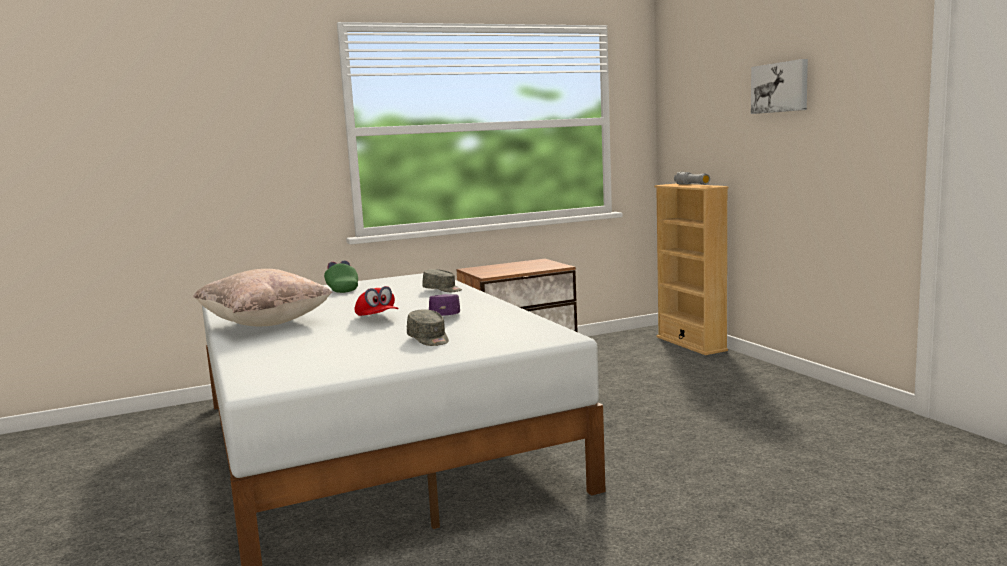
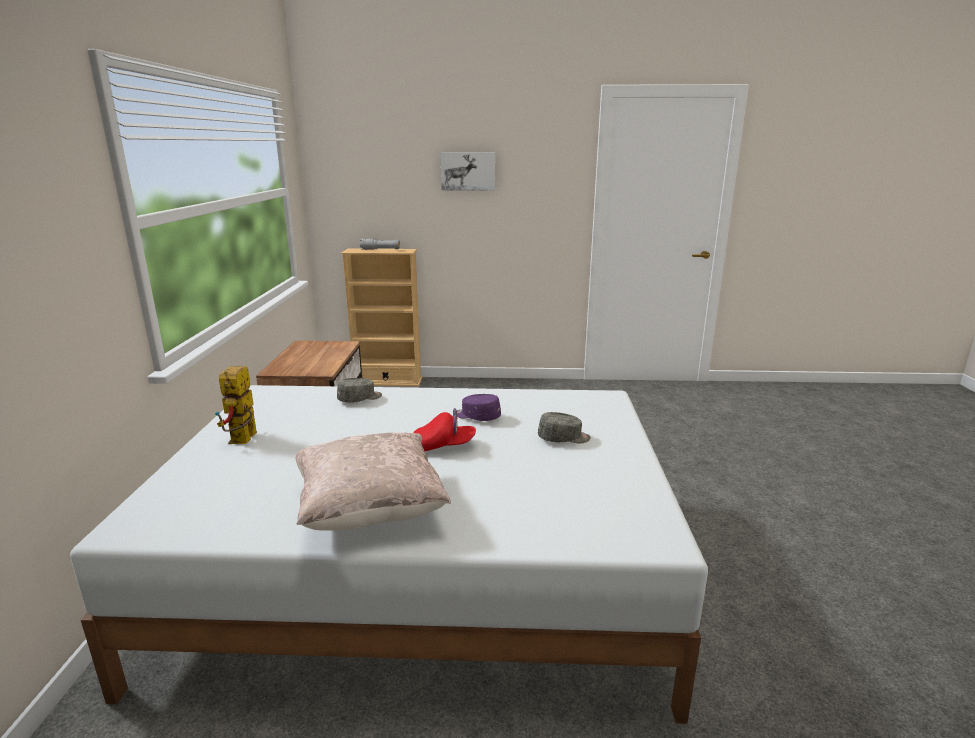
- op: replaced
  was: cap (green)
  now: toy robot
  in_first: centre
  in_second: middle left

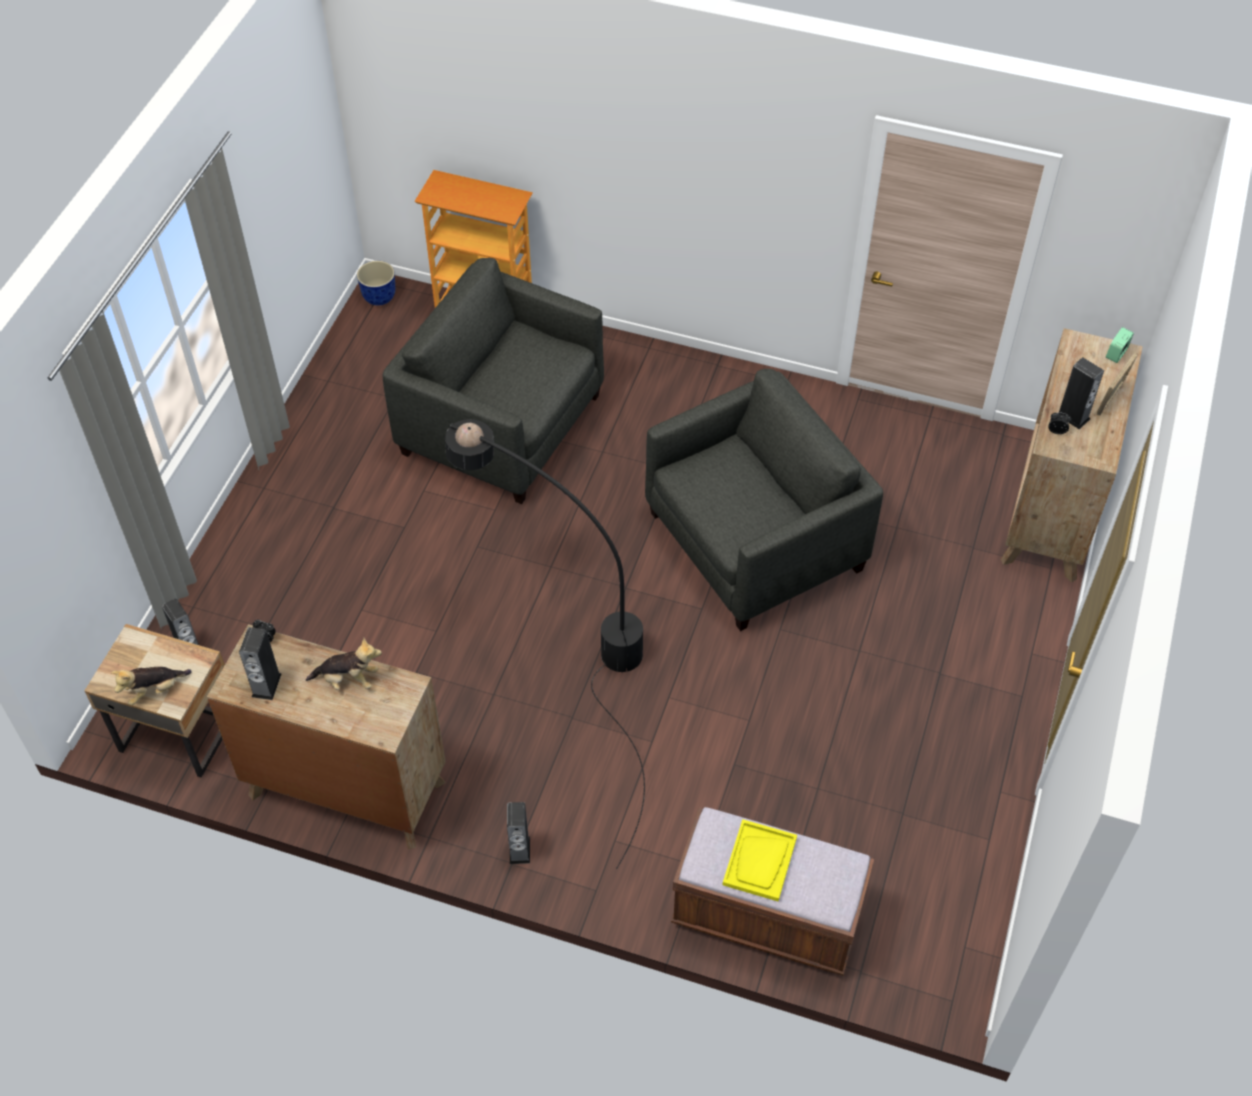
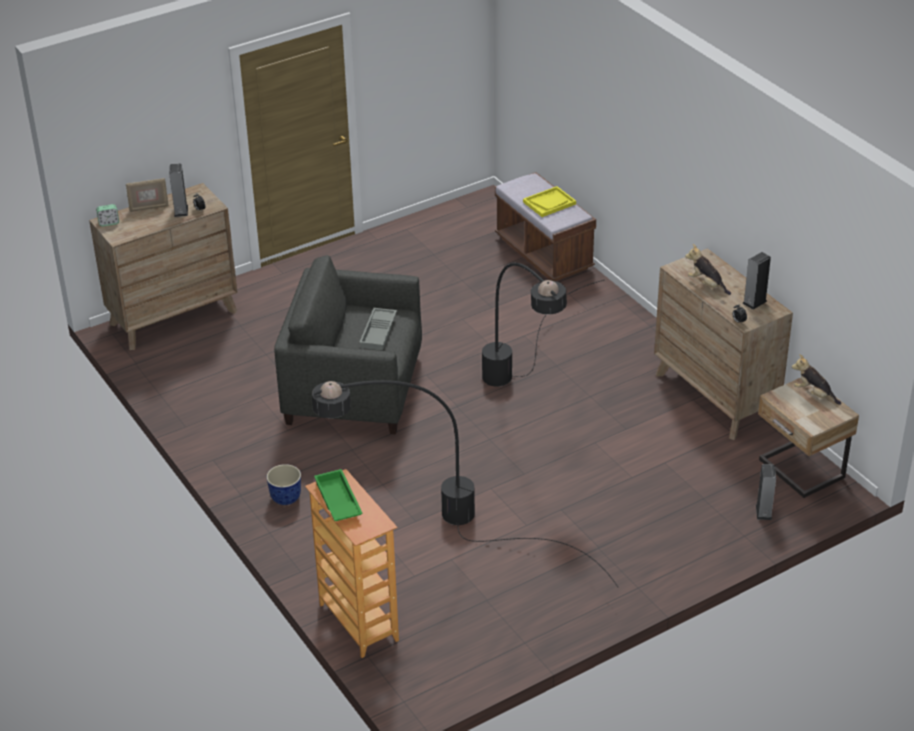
- op: turned
  was: plush toy (1st from left in the first image)
  in_first: middle left
  in_second: middle right
  clockwise: -150
- op: moved
  was: planter
  in_first: top left
  in_second: middle left
- op: replaced
  was: armchair (grey) (1st from left)
  now: floor lamp (black) (1st from left)
  in_first: centre
  in_second: centre
- op: removed
  was: speaker (3rd from left)
  in_first: bottom centre
- op: added
  now: tray (green)
  in_second: bottom centre
- op: added
  now: tray (grey)
  in_second: centre

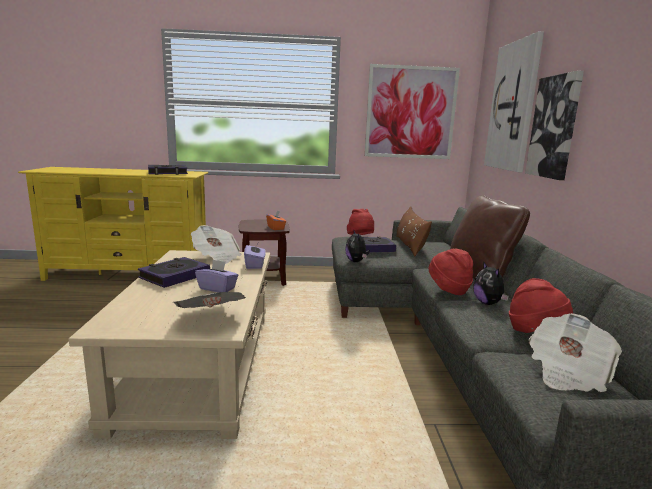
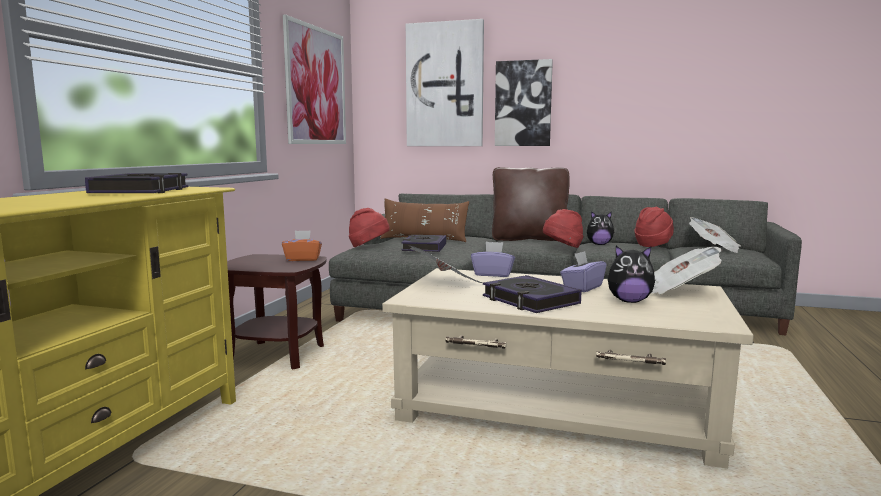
- op: moved
  was: plush toy (1st from left in the first image)
  now: plush toy (2nd from left)
  in_first: centre
  in_second: middle right

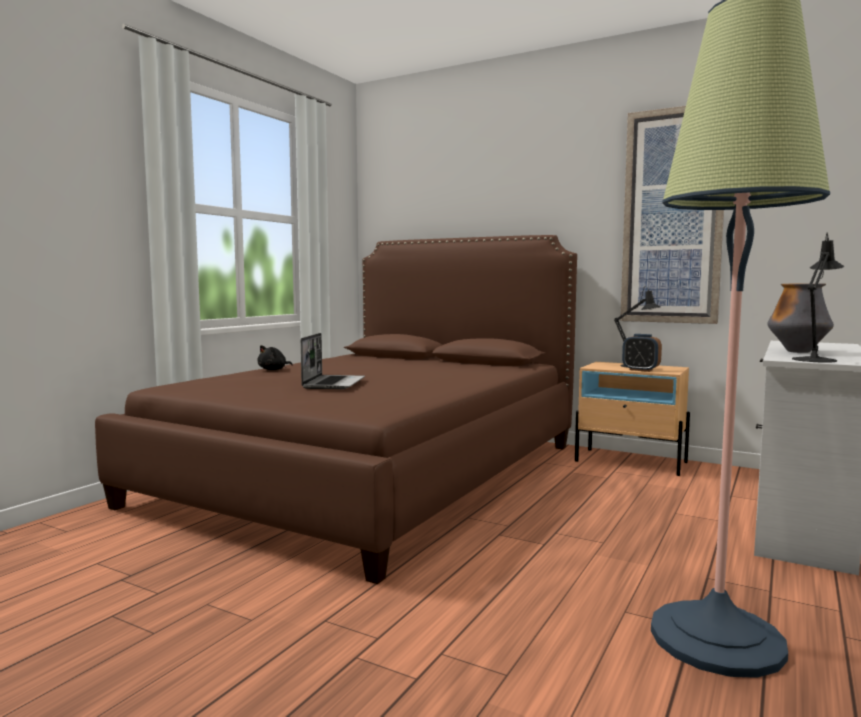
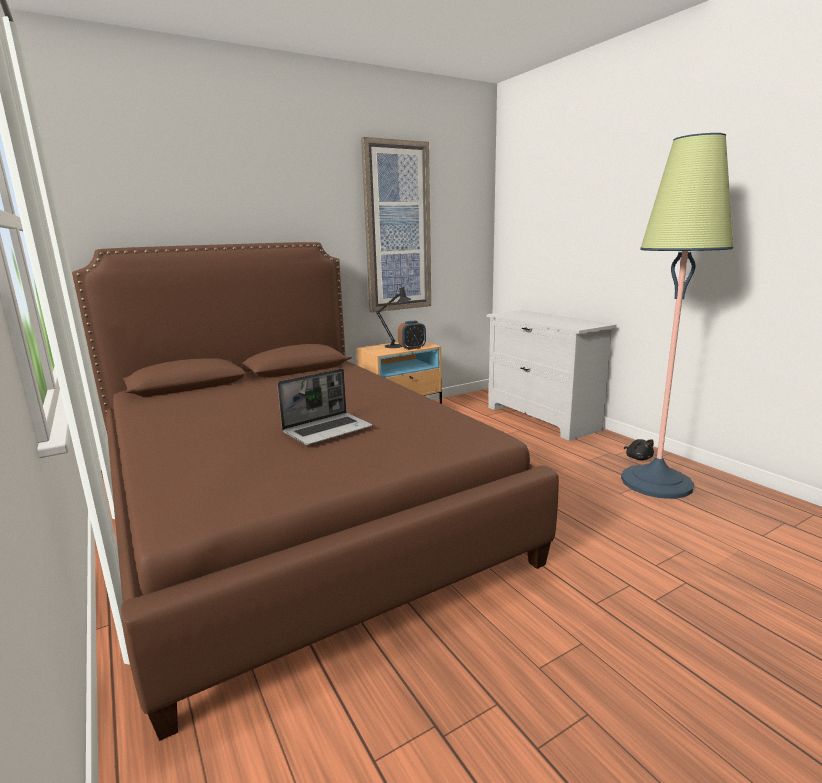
- op: moved
  was: plush toy (black)
  in_first: middle left
  in_second: middle right
- op: turned
  was: laptop
  in_first: centre
  in_second: centre
  clockwise: 105
- op: removed
  was: vase
  in_first: middle right
- op: removed
  was: table lamp (black) (2nd from left)
  in_first: middle right

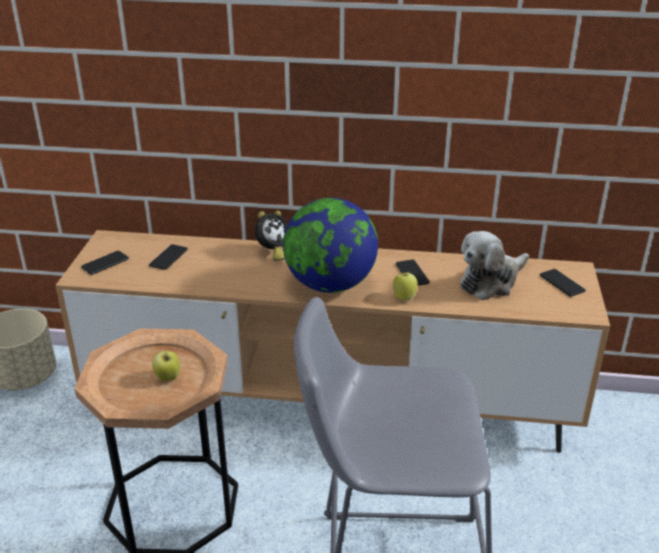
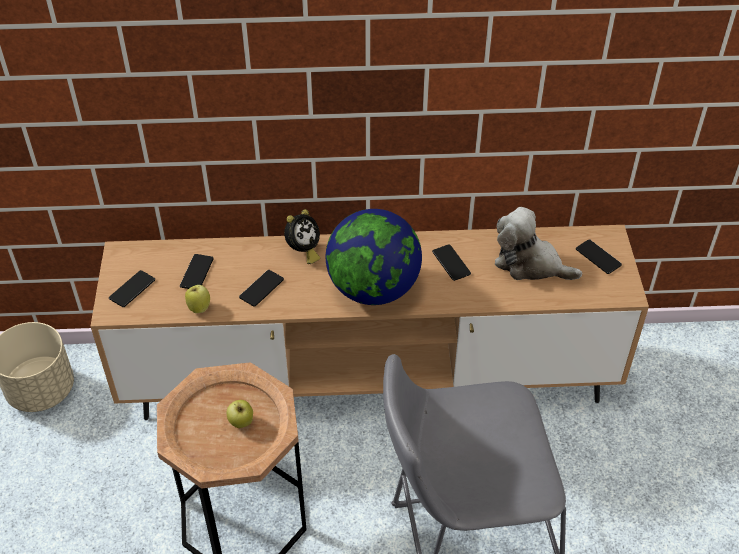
- op: moved
  was: apple (2nd from left in the first image)
  now: apple (1st from left)
  in_first: centre
  in_second: middle left
- op: turned
  was: plush toy
  in_first: middle right
  in_second: middle right
  clockwise: 75
- op: added
  now: phone (3rd from left)
  in_second: centre

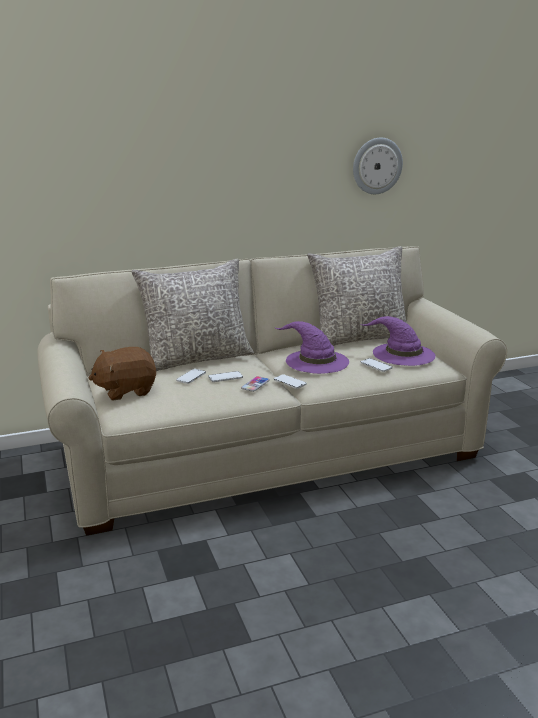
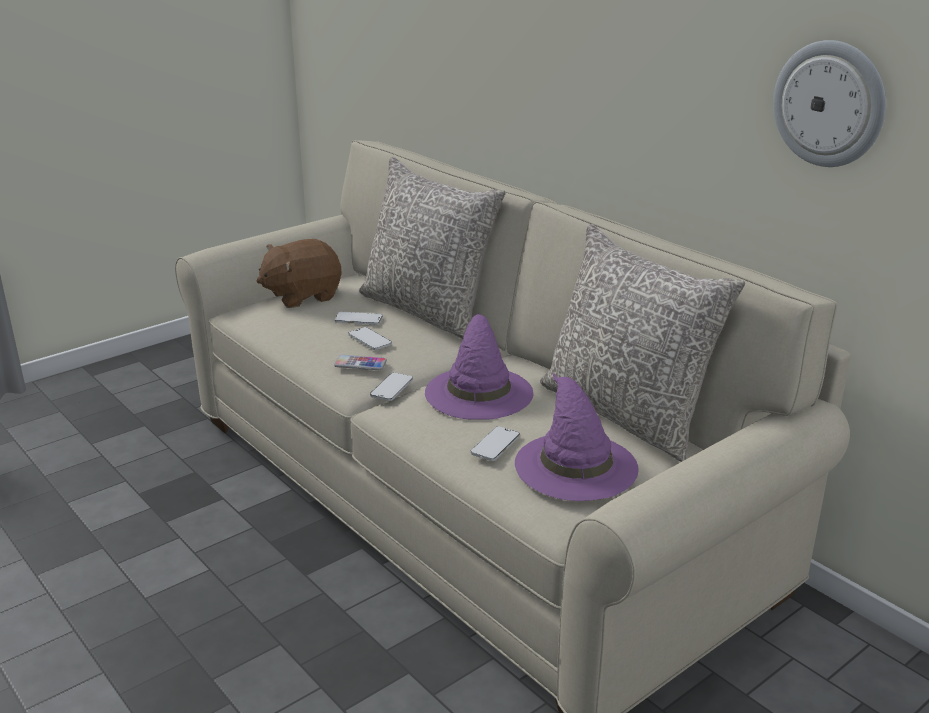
- op: turned
  was: plush toy (brown)
  in_first: middle left
  in_second: middle left
  clockwise: -75

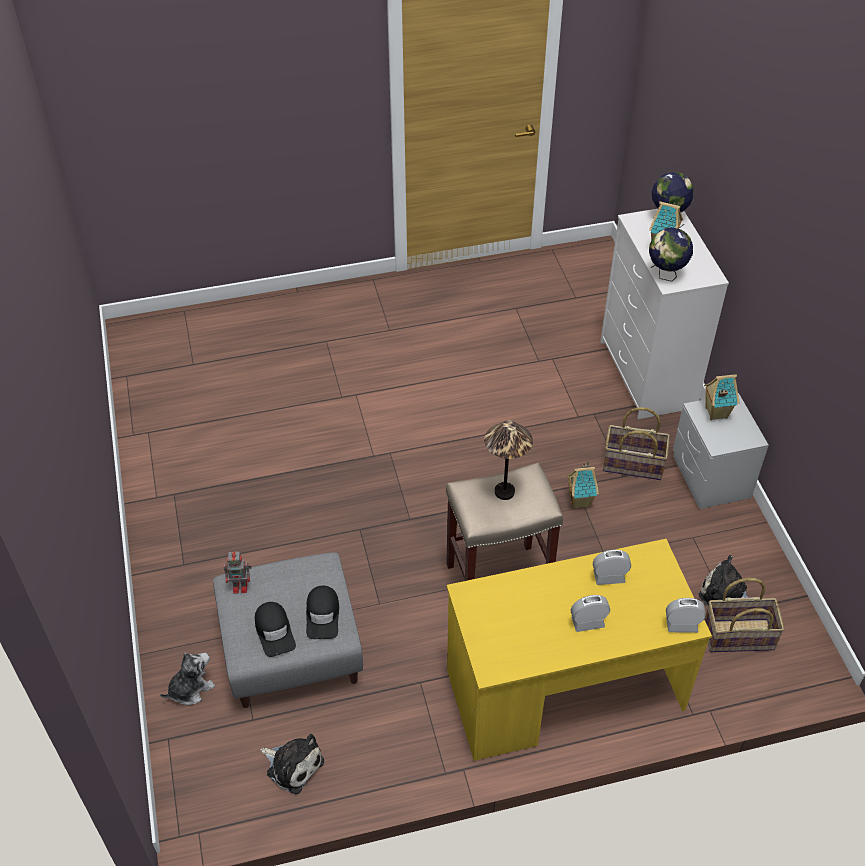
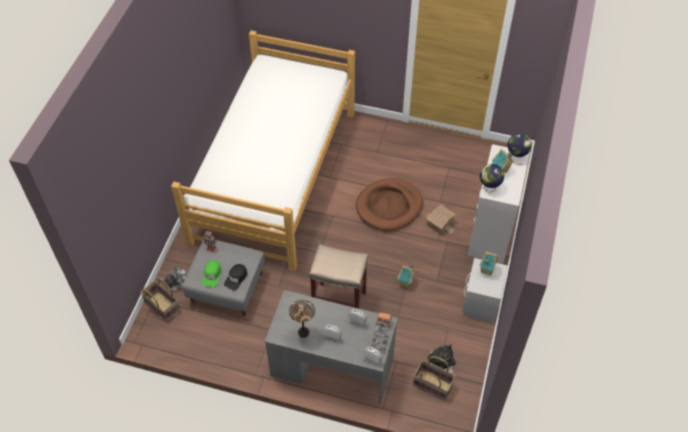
- op: recoloured
  was: cap (black) (1st from left)
  now: cap (green)
  in_first: bottom left
  in_second: middle left
- op: removed
  was: plush toy (2nd from left)
  in_first: bottom centre
- op: recoloured
  was: desk (yellow)
  now: desk (grey)
  in_first: bottom right
  in_second: bottom centre
- op: moved
  was: table lamp
  in_first: centre
  in_second: bottom centre
- op: moved
  was: basket (1st from left)
  in_first: middle right
  in_second: bottom left
- op: added
  now: bed
  in_second: centre
- op: added
  now: dog bed (brown)
  in_second: centre
- op: added
  now: toy truck
  in_second: bottom centre
- op: added
  now: toy house (2nd from left)
  in_second: centre

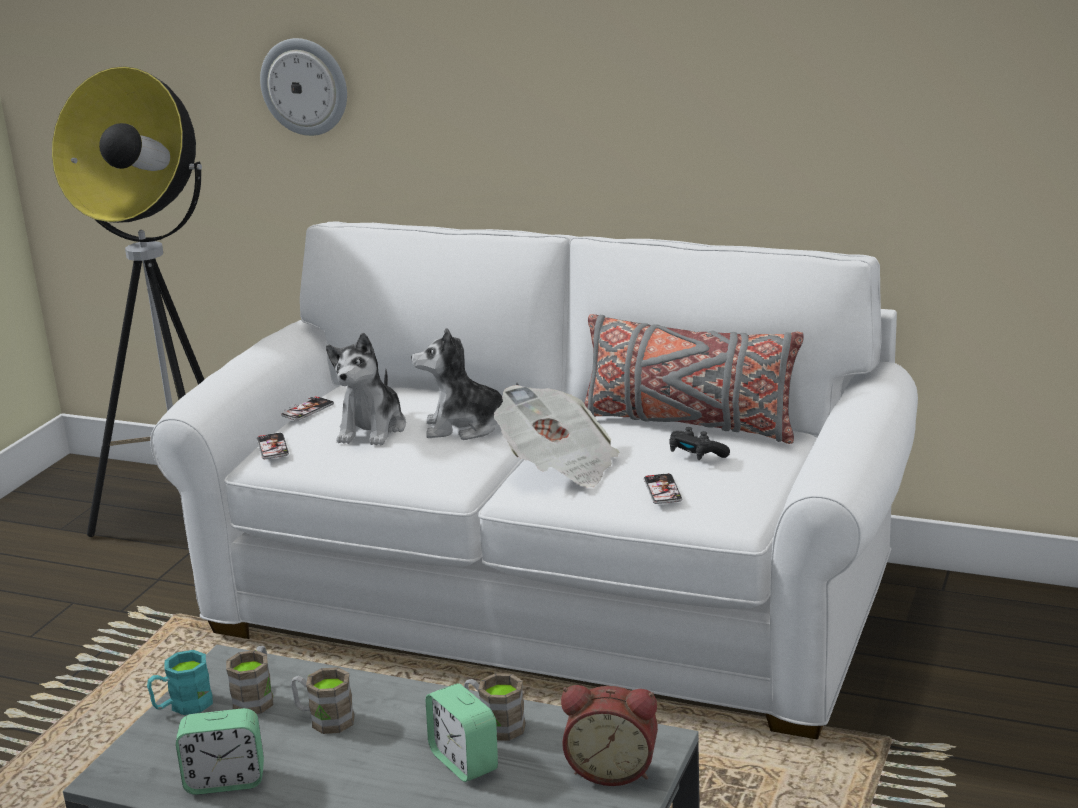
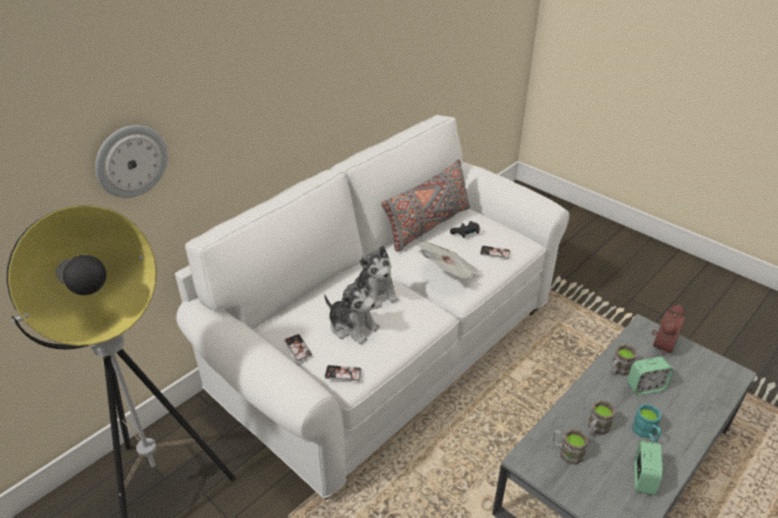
- op: moved
  was: mug (turquoise)
  in_first: bottom left
  in_second: bottom right
- op: turned
  was: plush toy (2nd from left)
  in_first: centre
  in_second: centre
  clockwise: -45

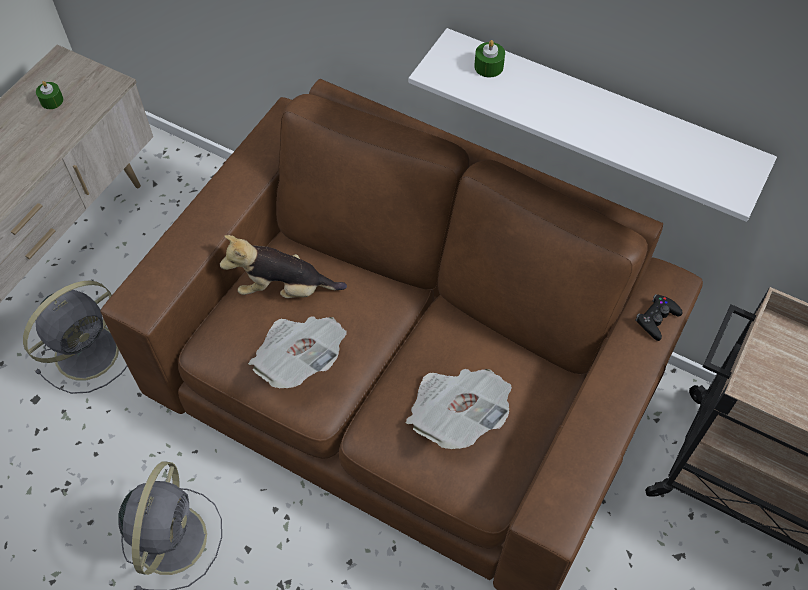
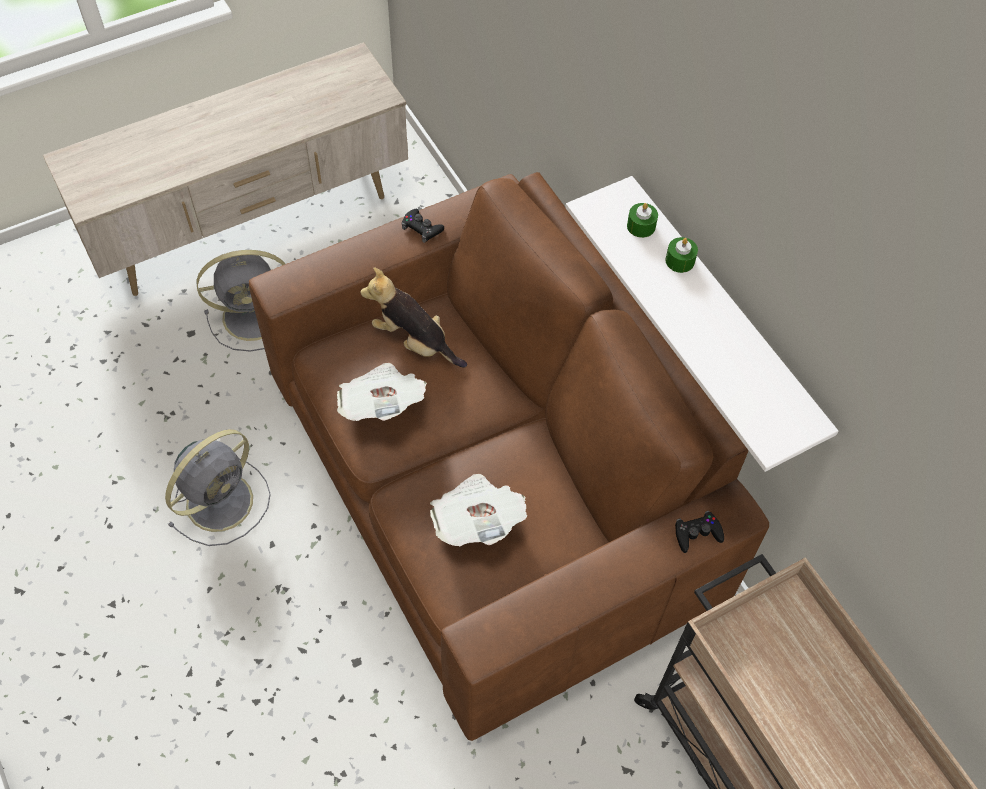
- op: moved
  was: candle (green) (1st from left in the first image)
  now: candle (green) (2nd from left)
  in_first: top left
  in_second: top right
- op: added
  now: game controller (black) (1st from left)
  in_second: top centre

